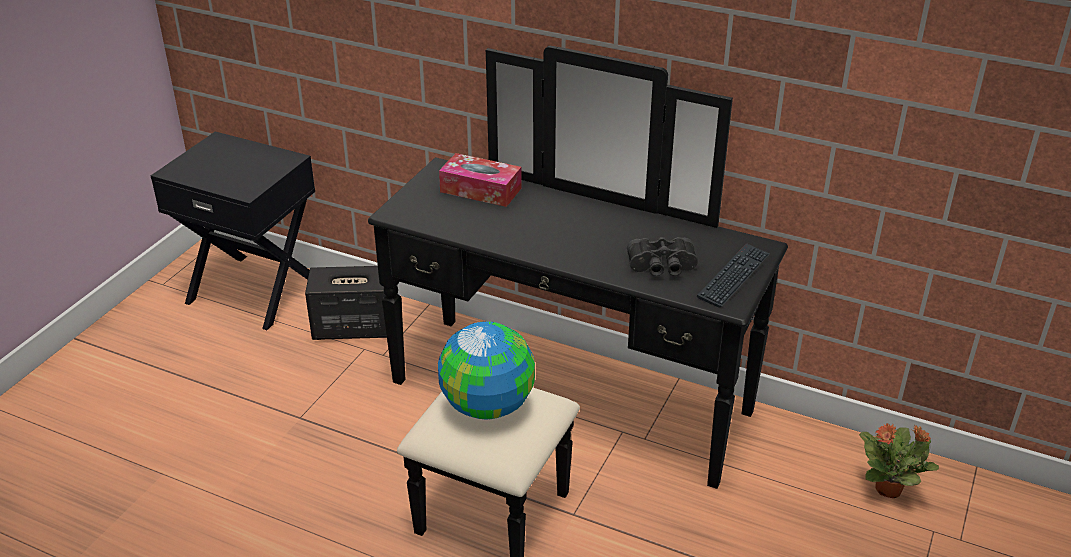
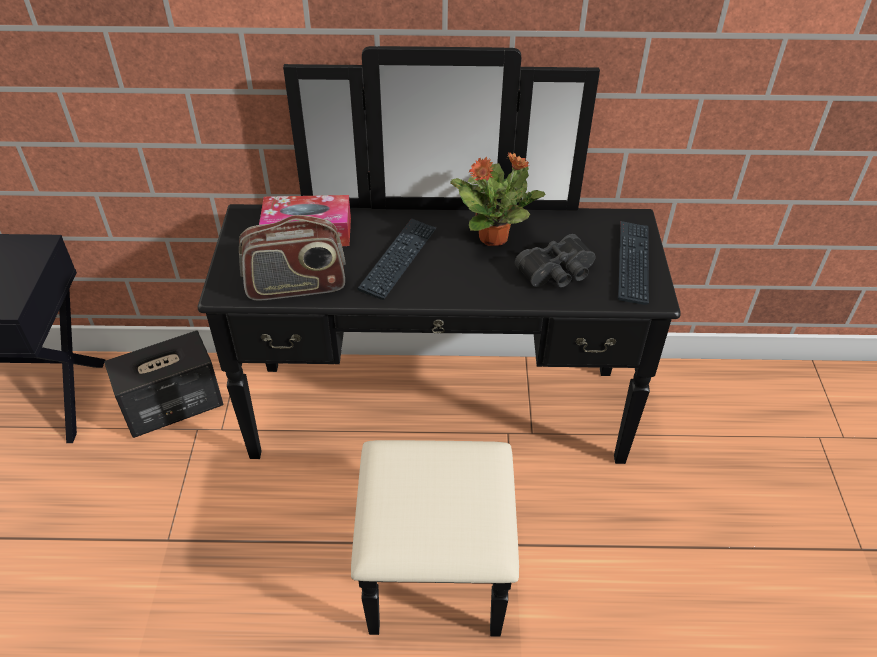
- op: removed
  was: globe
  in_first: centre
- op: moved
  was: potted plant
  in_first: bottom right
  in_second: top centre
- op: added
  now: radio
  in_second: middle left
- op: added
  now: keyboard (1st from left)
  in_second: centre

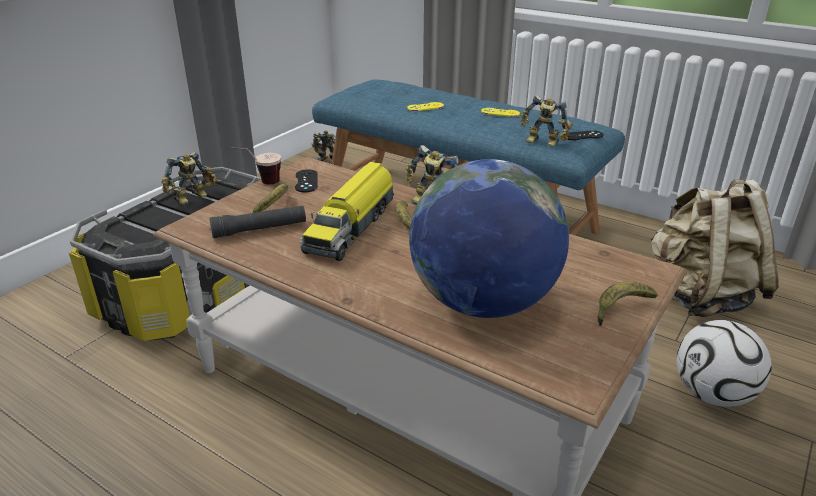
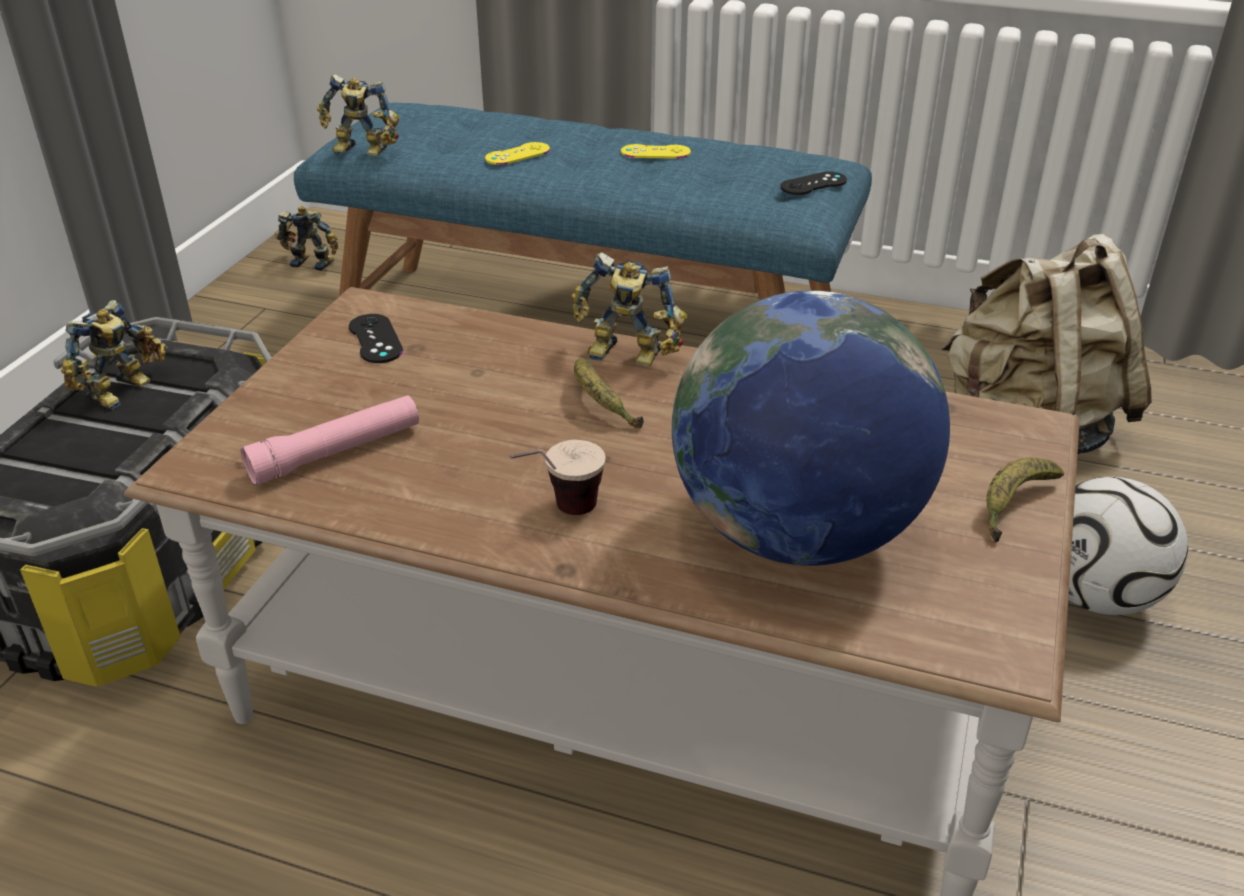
- op: recoloured
  was: flashlight (black)
  now: flashlight (pink)
  in_first: middle left
  in_second: middle left
- op: moved
  was: cup
  in_first: top left
  in_second: centre
- op: removed
  was: banana (1st from left)
  in_first: middle left
- op: removed
  was: toy truck
  in_first: centre
- op: moved
  was: toy robot (4th from left in the first image)
  now: toy robot (3rd from left)
  in_first: top right
  in_second: top left

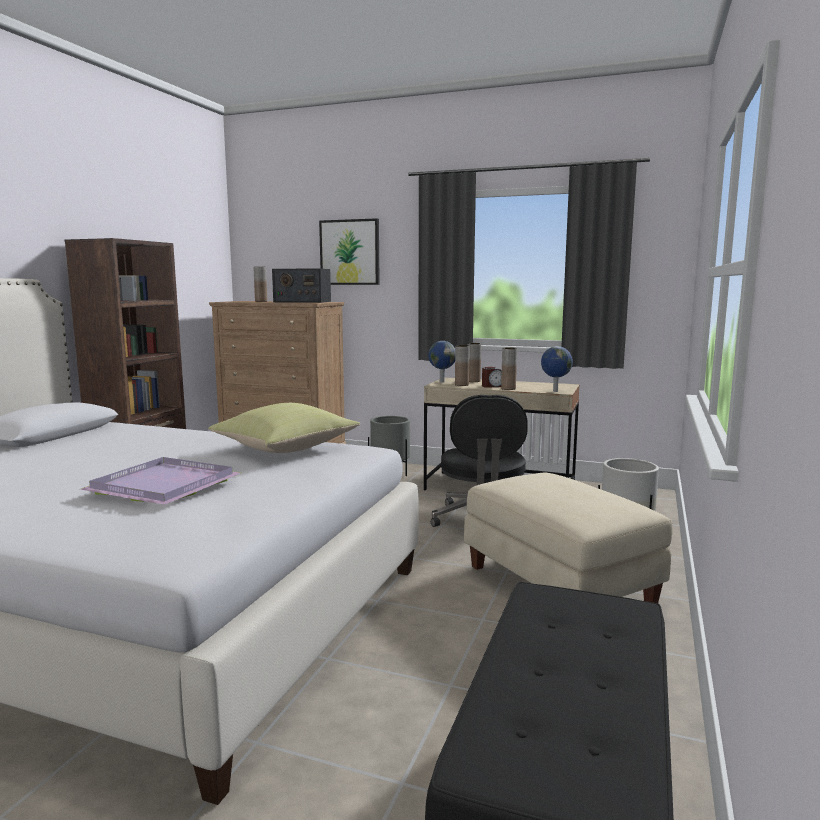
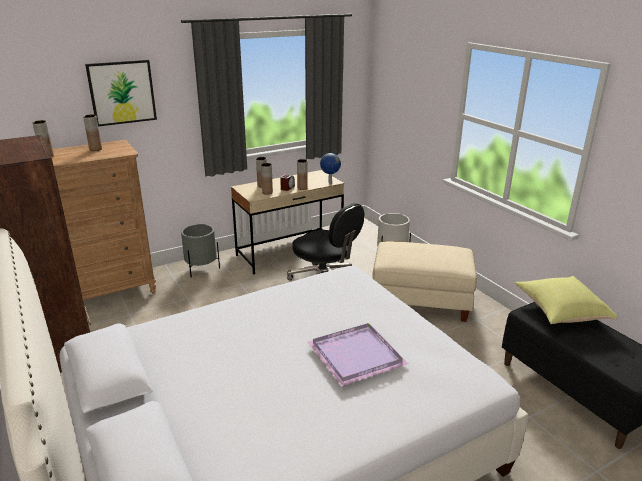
- op: moved
  was: pillow (yellow)
  in_first: centre
  in_second: middle right
- op: replaced
  was: radio
  now: vase (brown) (2nd from left)
  in_first: centre
  in_second: top left
- op: removed
  was: globe (1st from left)
  in_first: centre

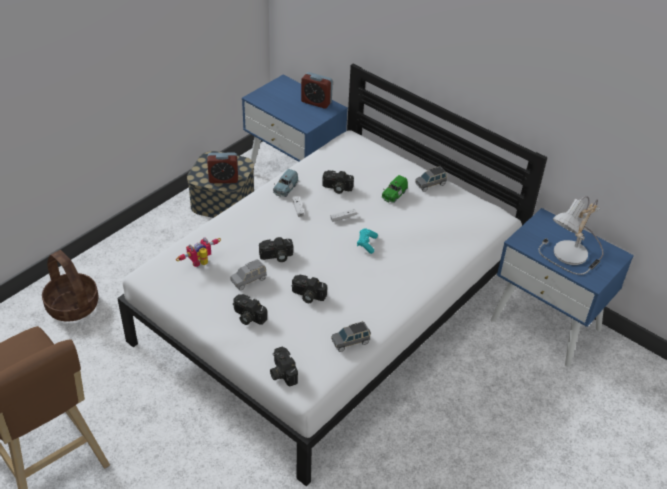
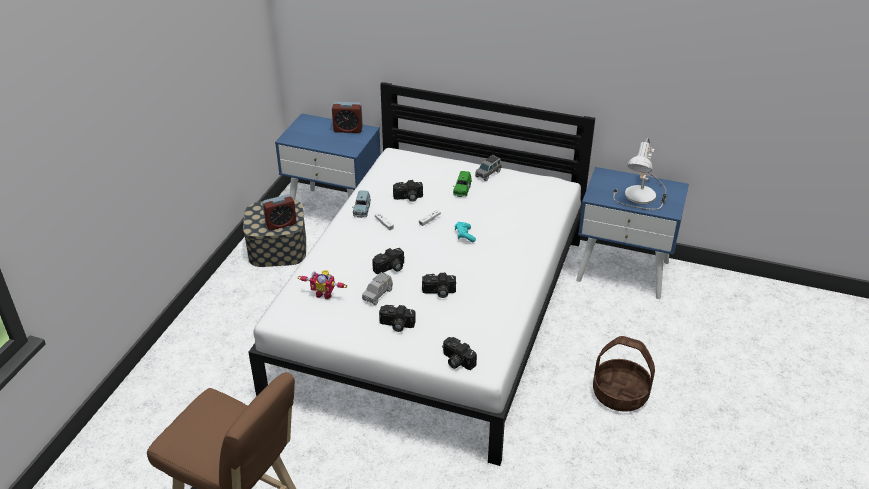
- op: moved
  was: basket
  in_first: middle left
  in_second: bottom right
- op: turned
  was: toy robot
  in_first: middle left
  in_second: centre
  clockwise: -105
- op: removed
  was: toy car (grey) (2nd from left)
  in_first: bottom centre

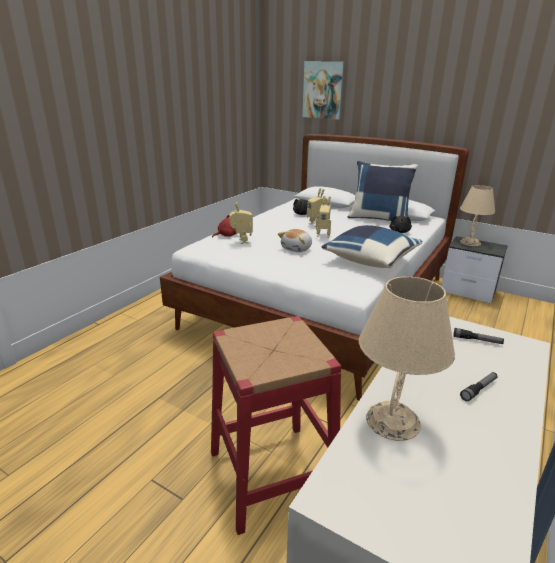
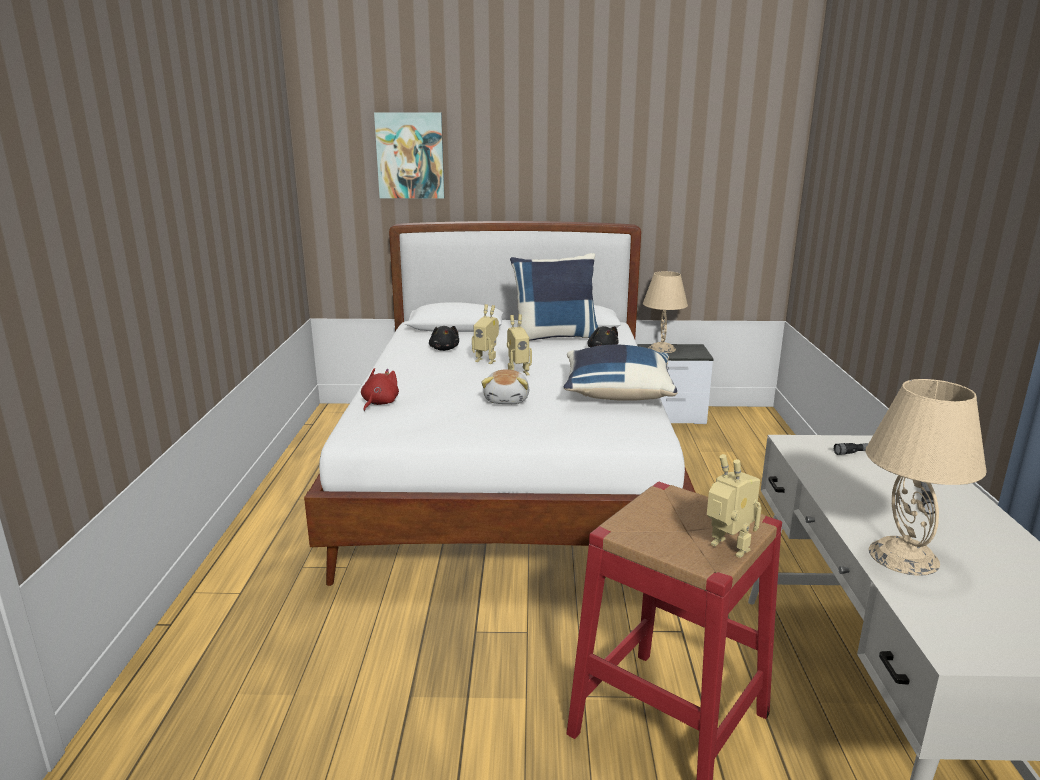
- op: moved
  was: toy robot (1st from left in the first image)
  now: toy robot (3rd from left)
  in_first: centre
  in_second: middle right

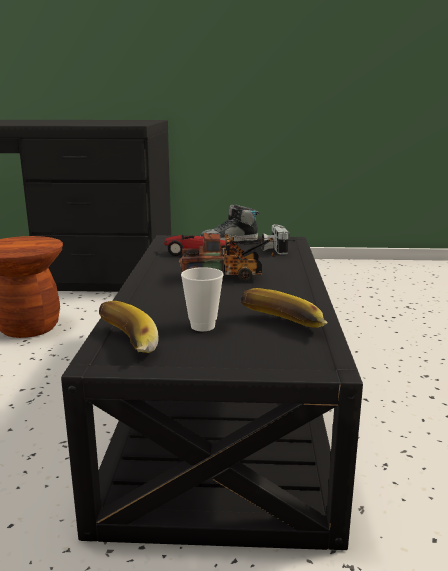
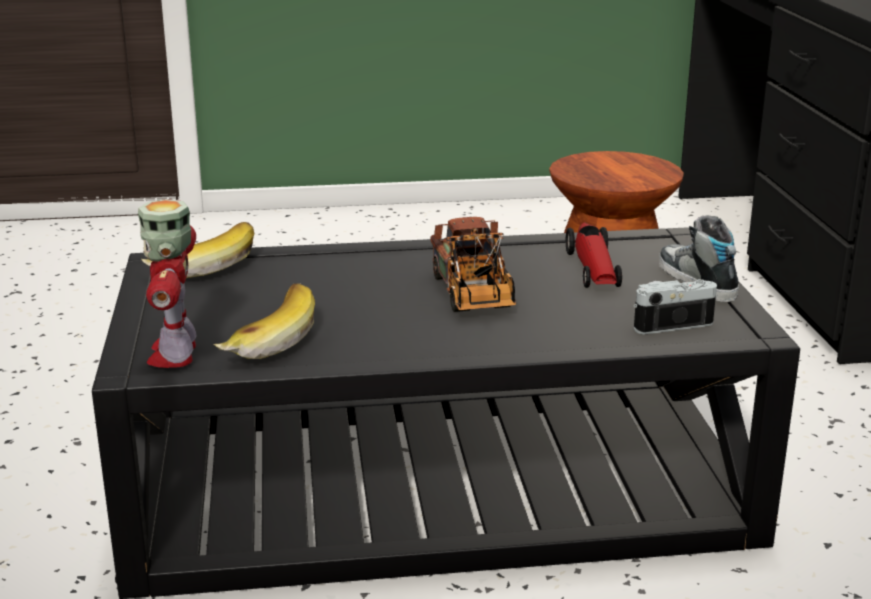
- op: removed
  was: cup
  in_first: centre
- op: added
  now: toy robot
  in_second: middle left

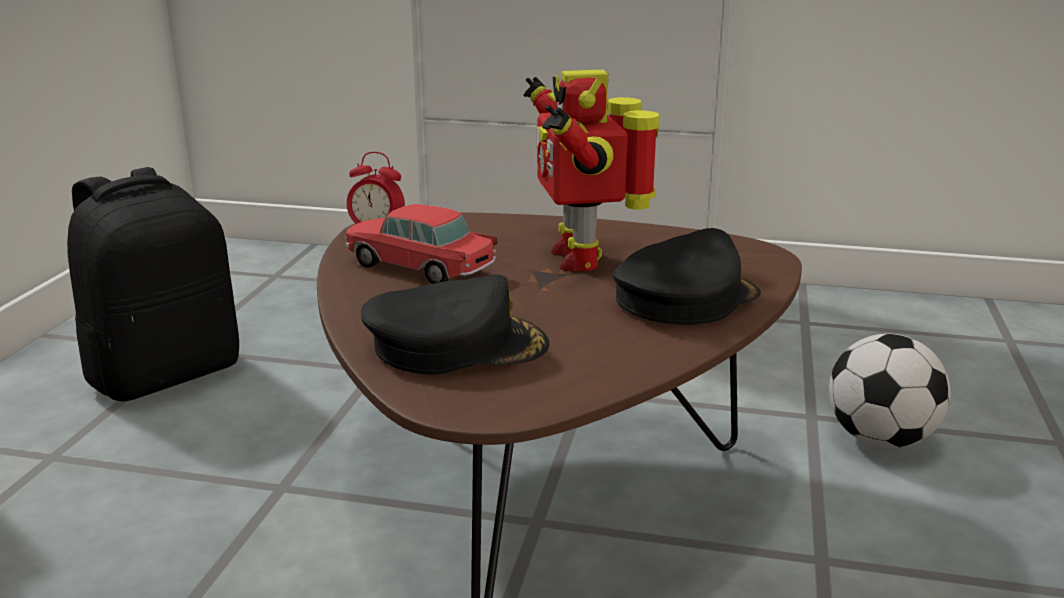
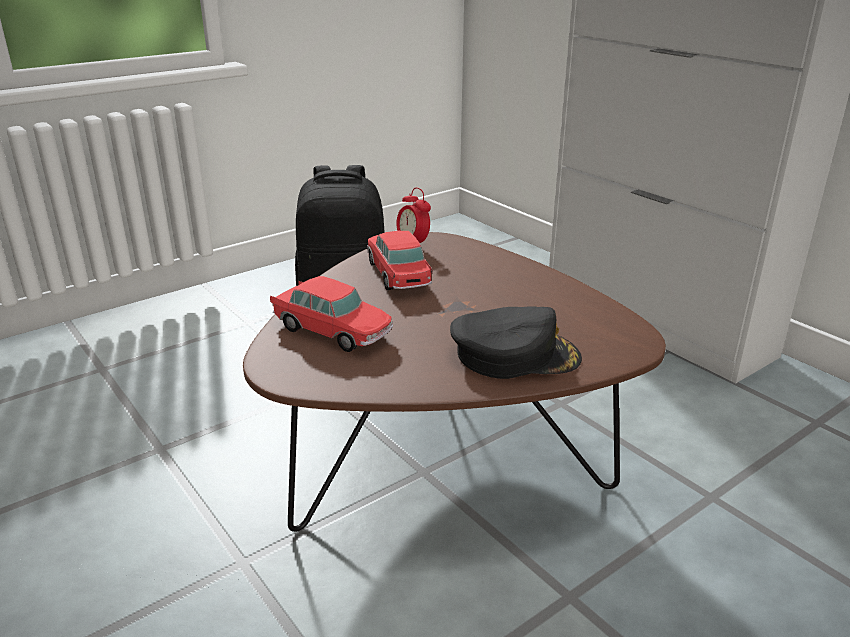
- op: replaced
  was: cap (black) (1st from left)
  now: toy car (1st from left)
  in_first: centre
  in_second: centre
- op: removed
  was: toy robot
  in_first: top centre
- op: removed
  was: football
  in_first: middle right

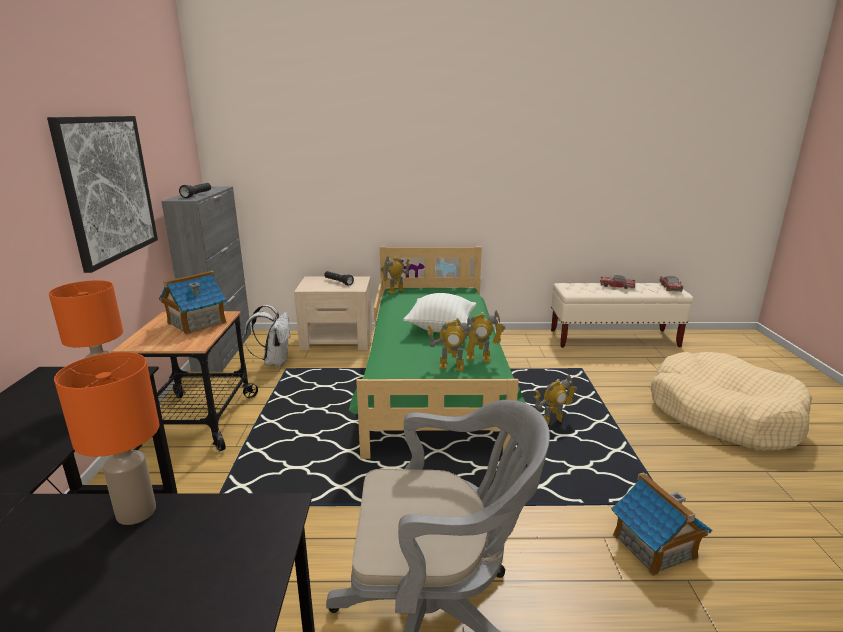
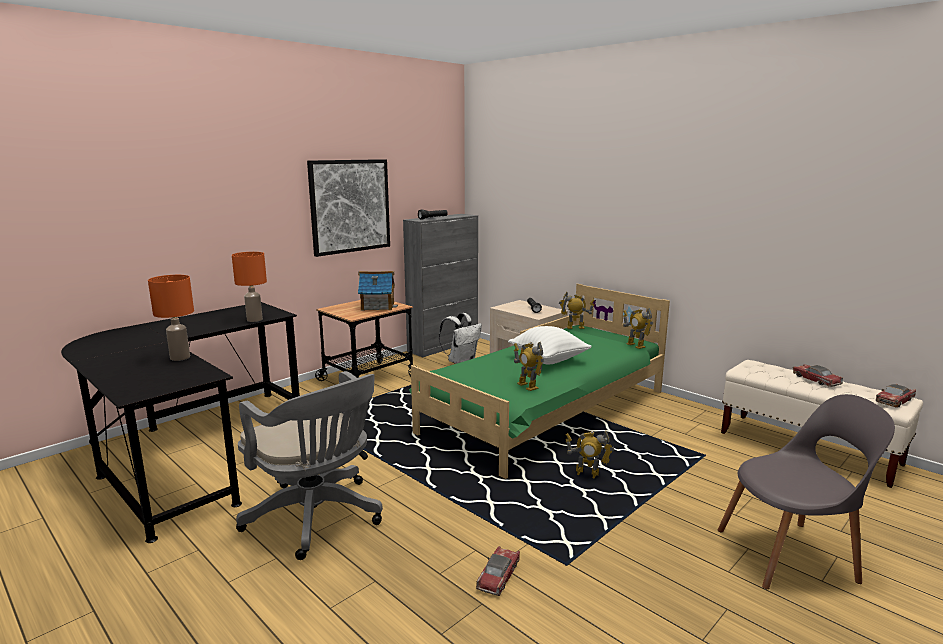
- op: moved
  was: toy robot (2nd from left in the first image)
  now: toy robot (4th from left)
  in_first: centre
  in_second: middle right
- op: replaced
  was: toy house (2nd from left)
  now: toy car (1st from left)
  in_first: bottom right
  in_second: bottom centre
- op: replaced
  was: dog bed (beige)
  now: chair (grey)
  in_first: middle right
  in_second: bottom right

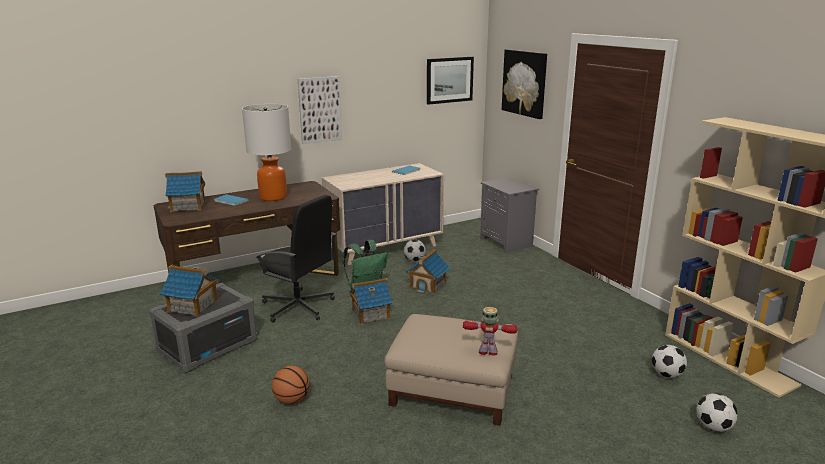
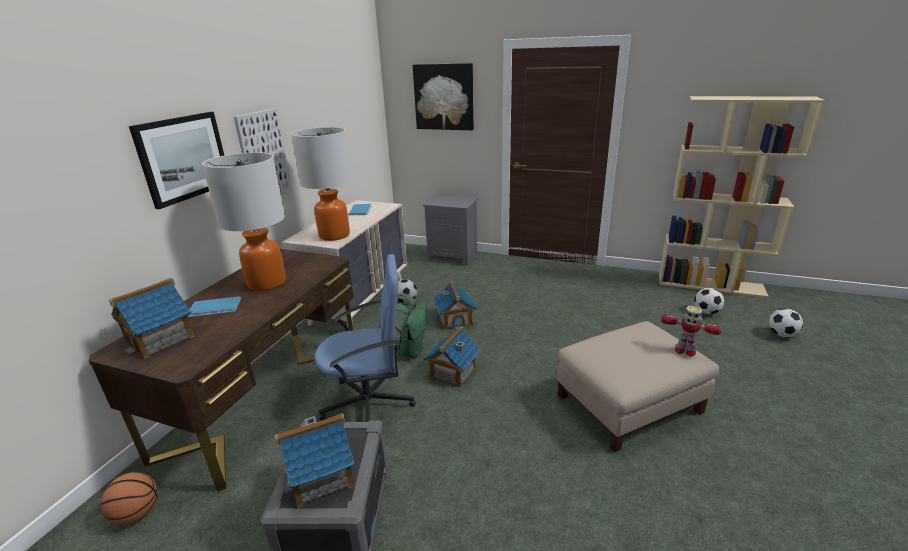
- op: recoloured
  was: office chair (black)
  now: office chair (blue)
  in_first: centre
  in_second: centre
- op: moved
  was: basketball
  in_first: bottom centre
  in_second: bottom left
- op: moved
  was: picture (2nd from left in the first image)
  now: picture (1st from left)
  in_first: top centre
  in_second: top left
- op: turned
  was: toy robot
  in_first: bottom centre
  in_second: middle right
  clockwise: -120
- op: added
  now: table lamp (2nd from left)
  in_second: centre

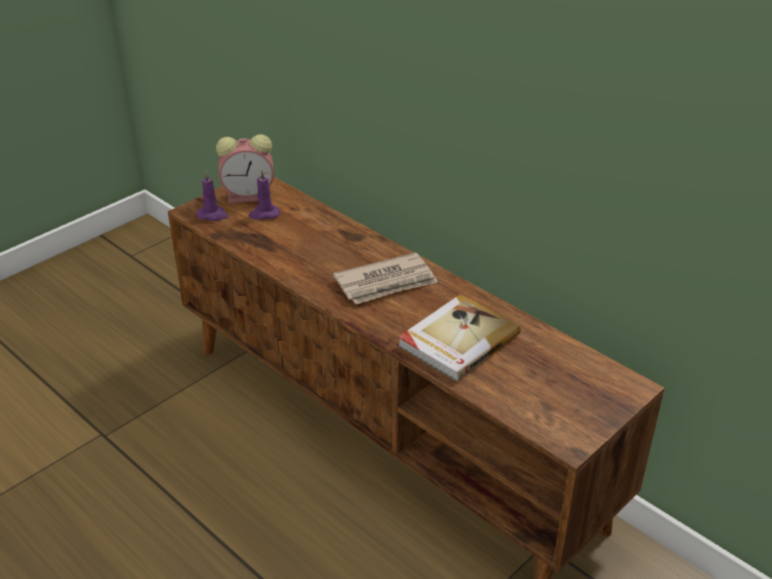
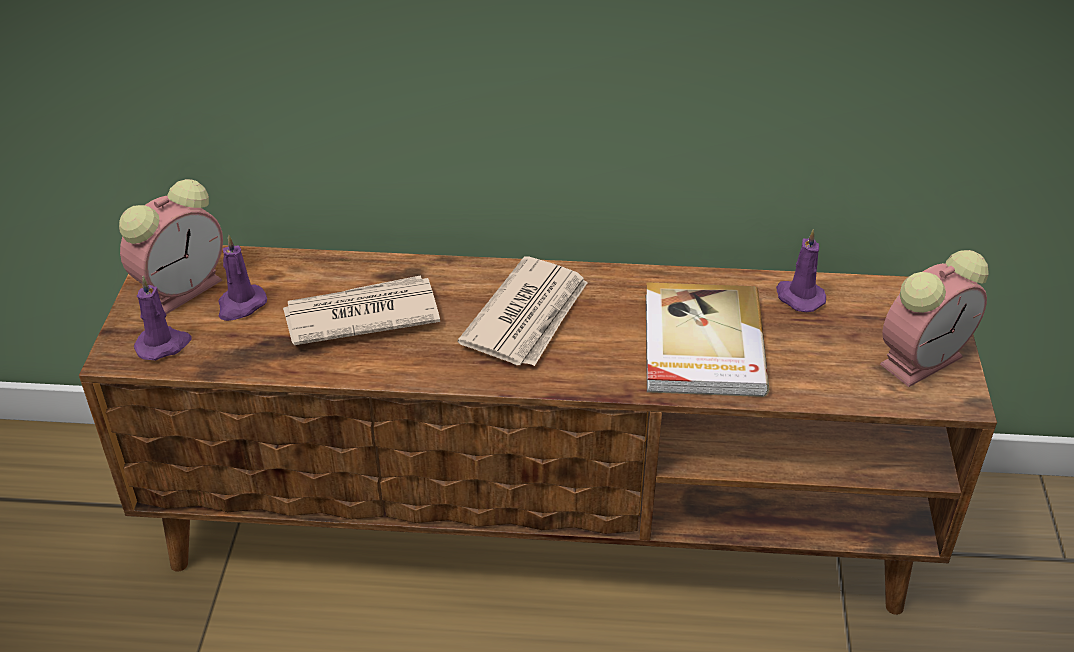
- op: added
  now: newspaper (1st from left)
  in_second: centre
- op: added
  now: candle (purple) (3rd from left)
  in_second: middle right
- op: added
  now: alarm clock (2nd from left)
  in_second: middle right

